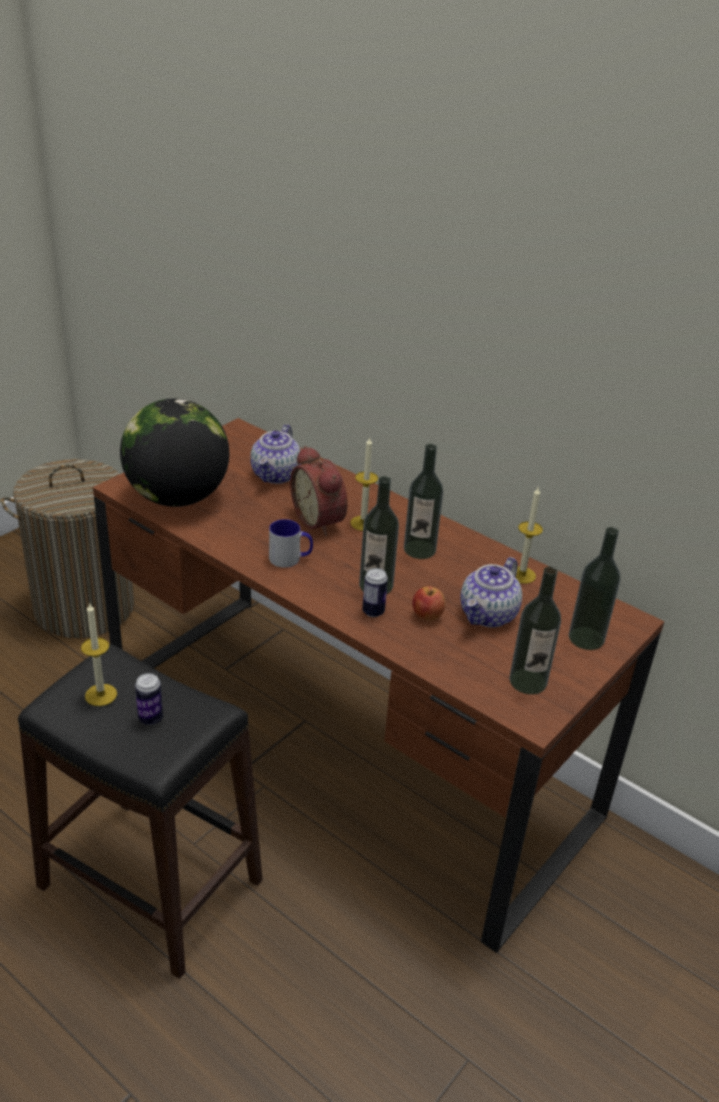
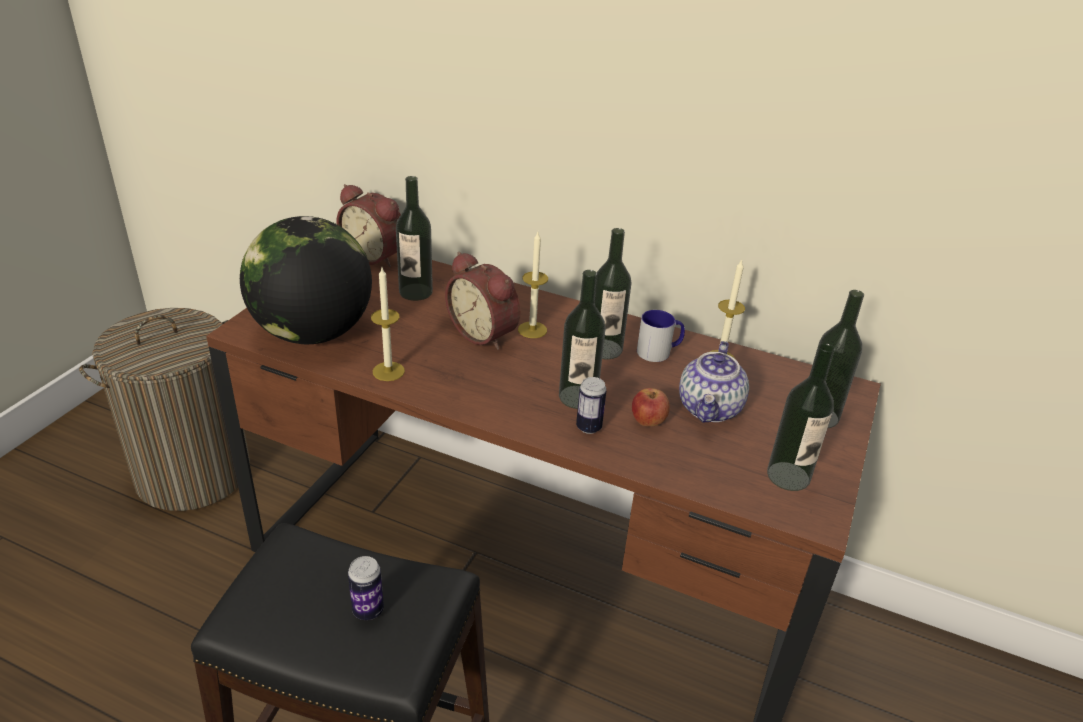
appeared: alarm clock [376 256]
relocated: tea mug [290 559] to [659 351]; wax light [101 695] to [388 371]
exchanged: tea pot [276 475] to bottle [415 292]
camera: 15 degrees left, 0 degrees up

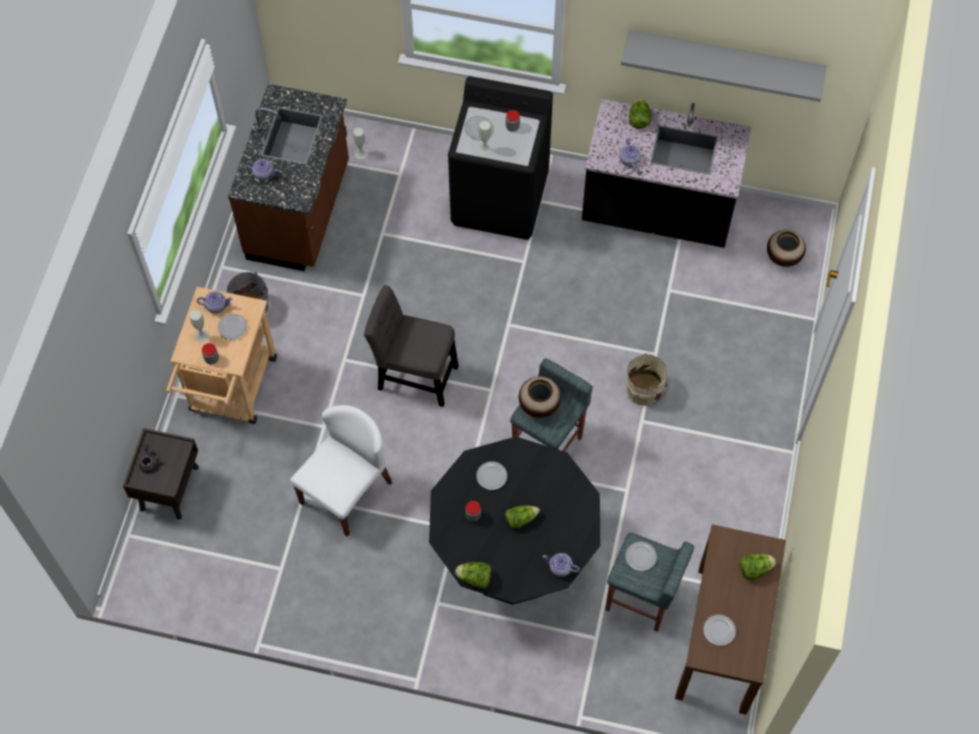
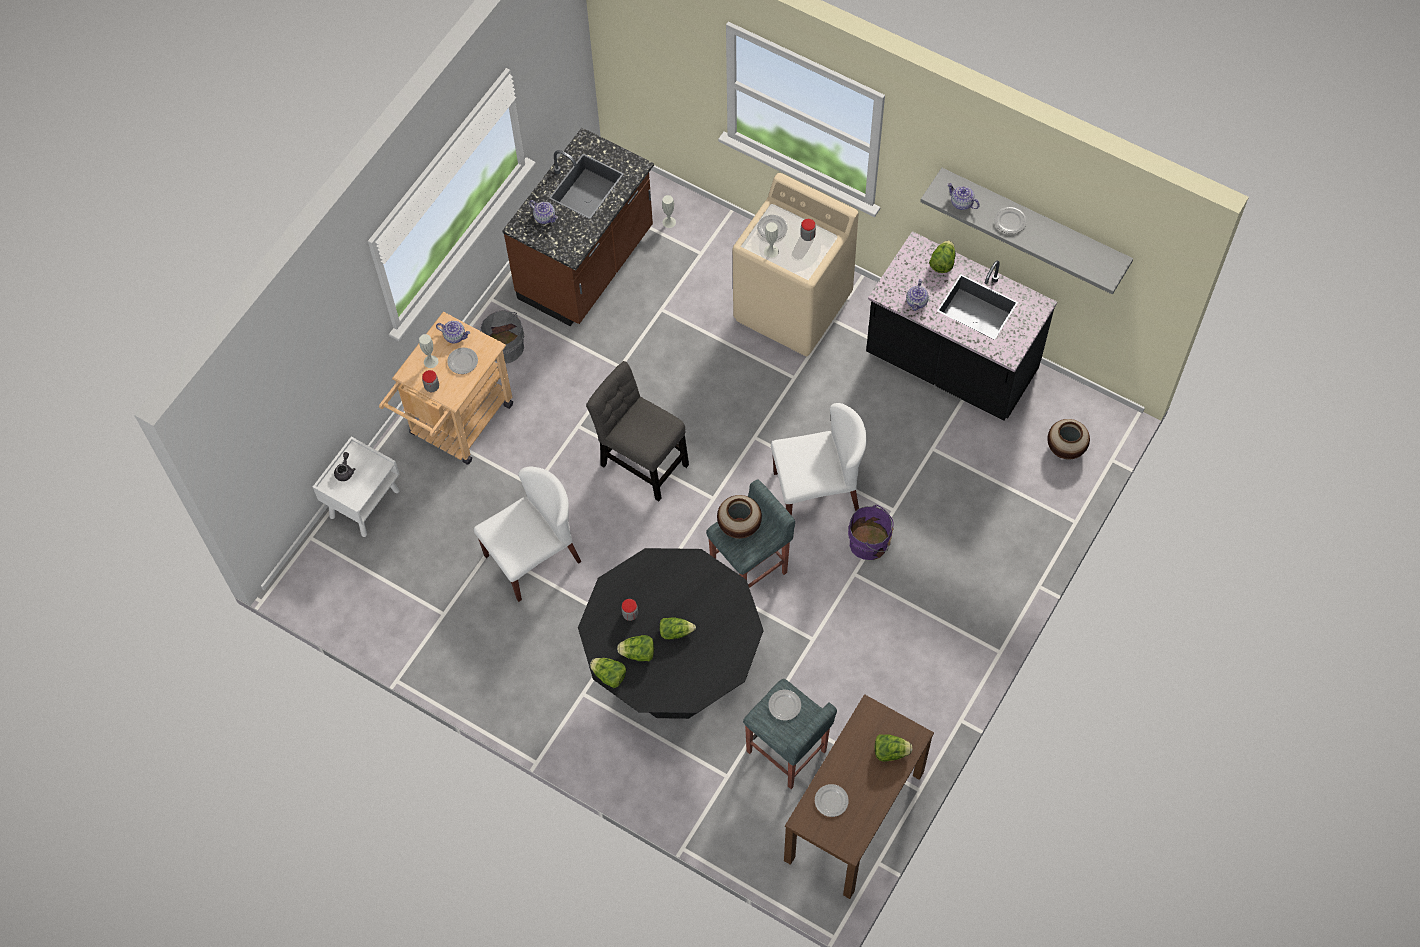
appeared: white-coloured upright chair [817 491]; lettuce head [638 653]
relocated: plate [491 476] to [1009 221]; tea pot [560 568] to [961 203]
colour: black washing machine [500 199] to beige-coloured washing machine [793 307]; beige-coloured pail [646 389] to purple-coloured pail [870 543]; brown night table [169 487] to white-coloured night table [365 503]
camera: 20 degrees right, 0 degrees up

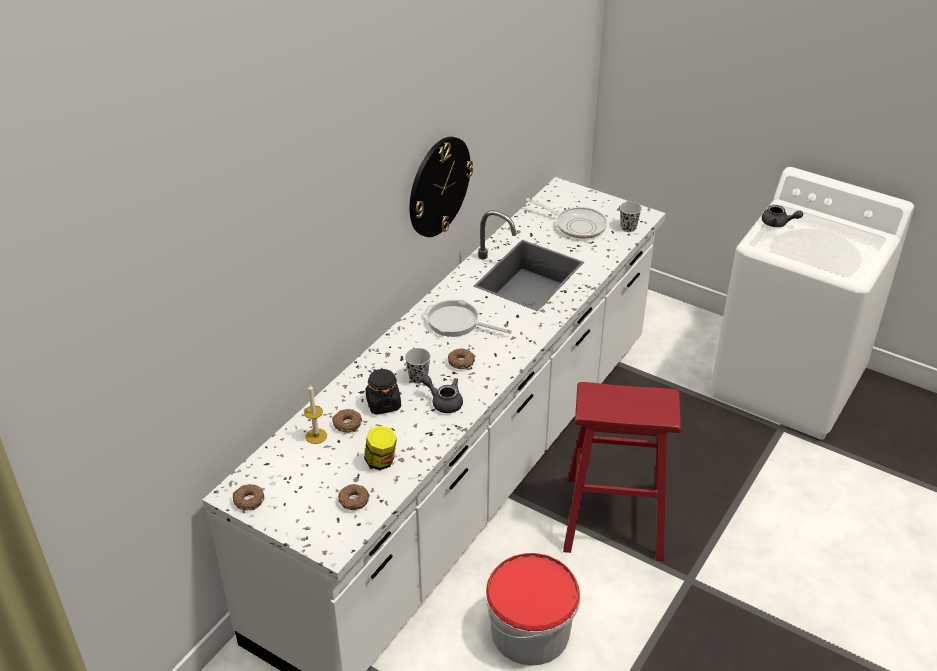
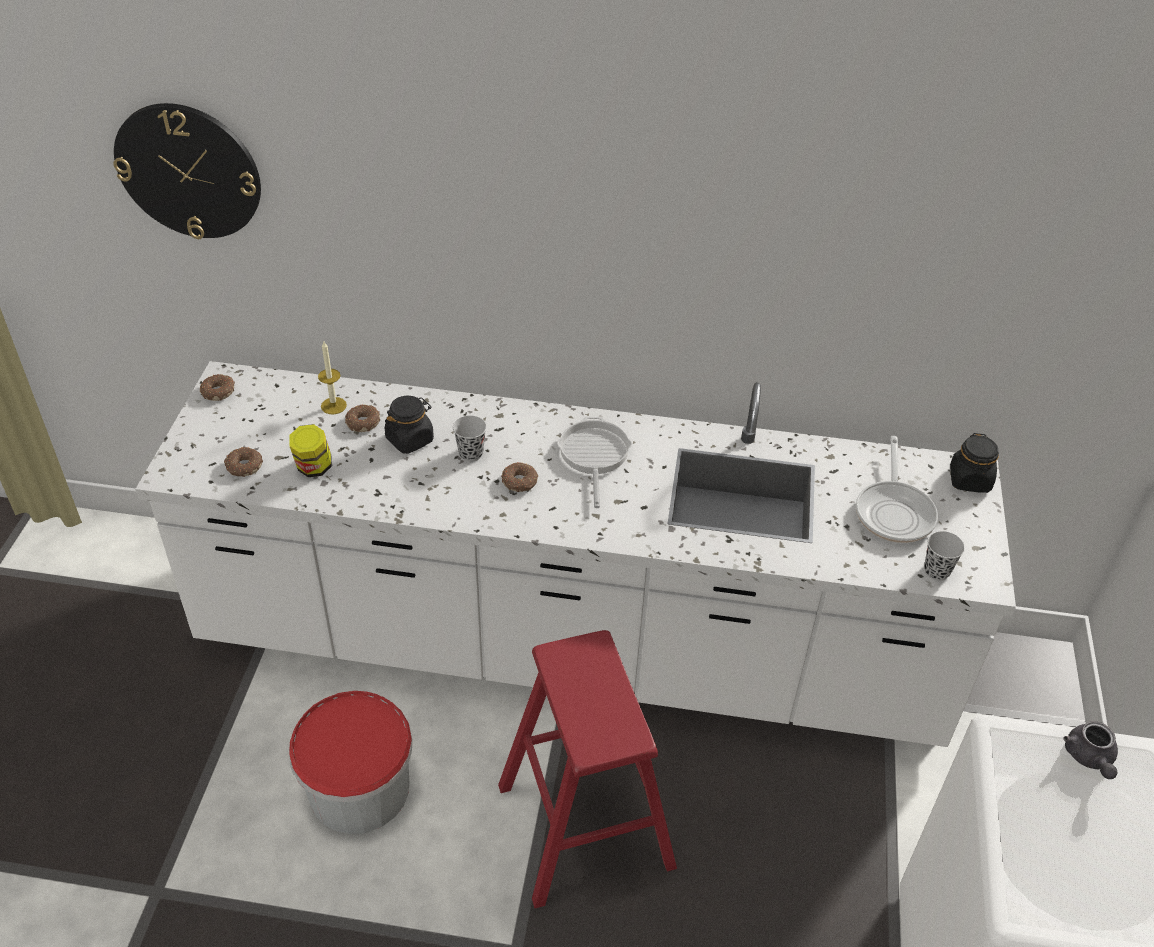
missing: grey tea pot [444 402]
appeared: black jar [970 480]
relocated: clock on the wall [438 186] to [189 171]
camera: 65 degrees right, 5 degrees up

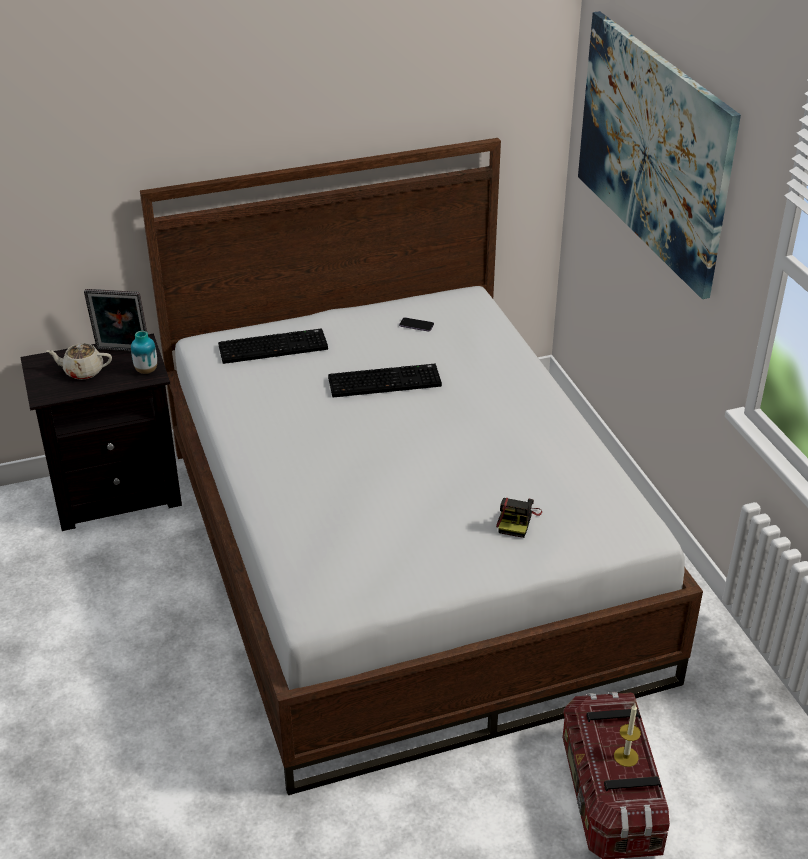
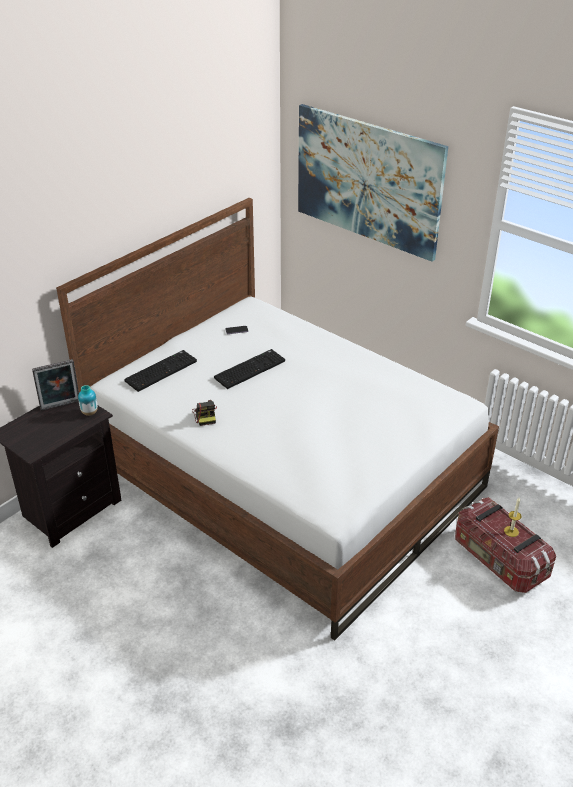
missing: beige-coloured tea pot [83 371]
relocated: still camera [517 520] to [205 415]
camera: 30 degrees left, 0 degrees up

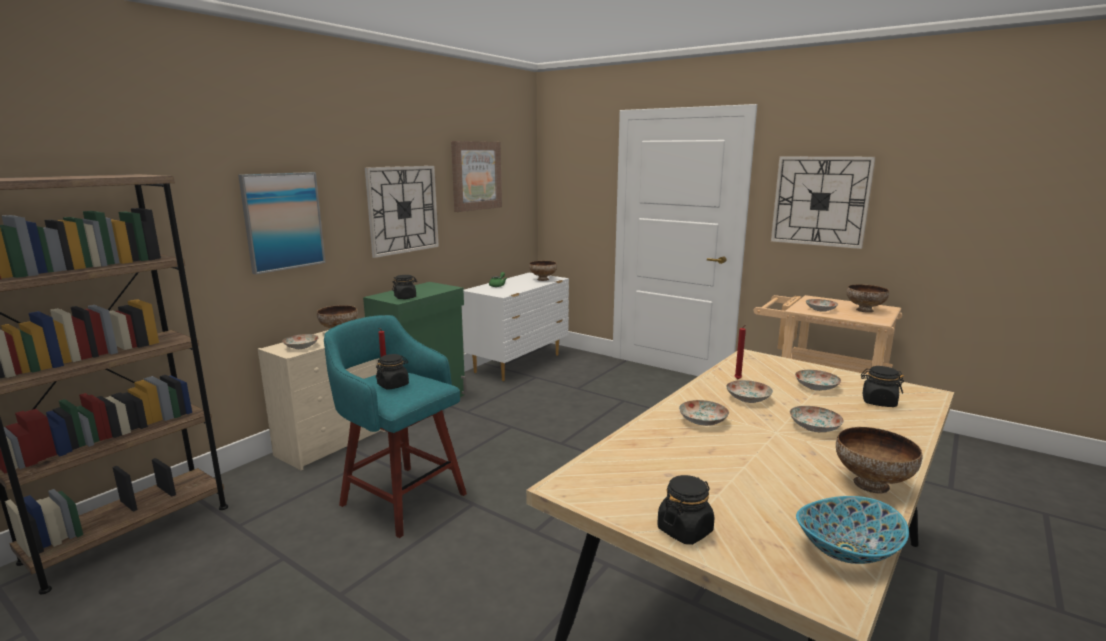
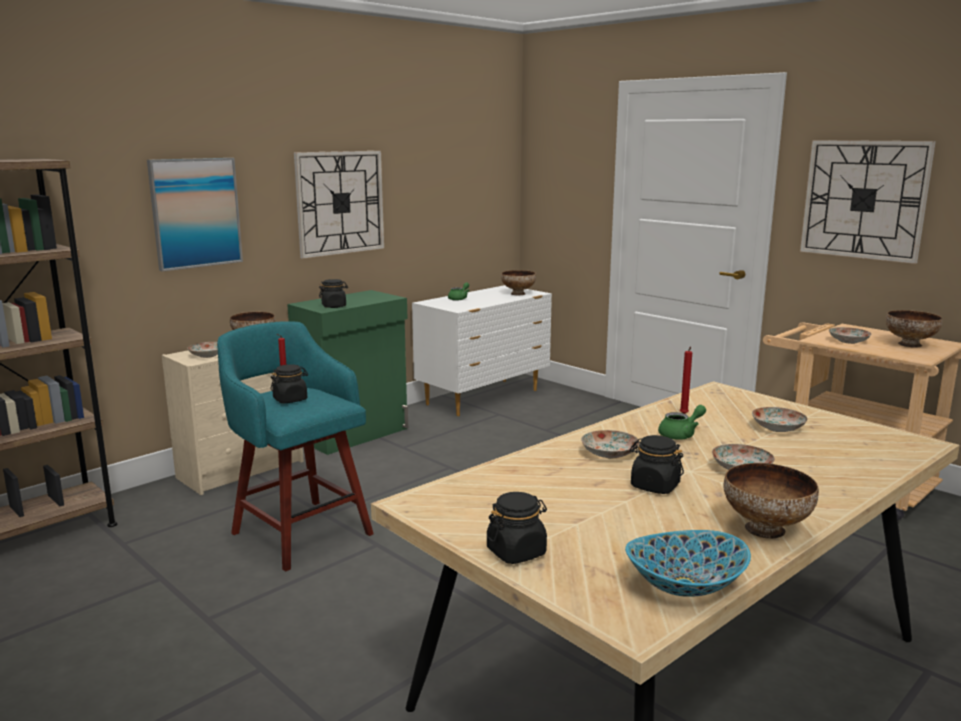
missing: picture [476 175]
relocated: black jar [878 402] to [654 486]
exchanged: plate [747 398] to green tea pot [681 435]
camera: 10 degrees right, 0 degrees up

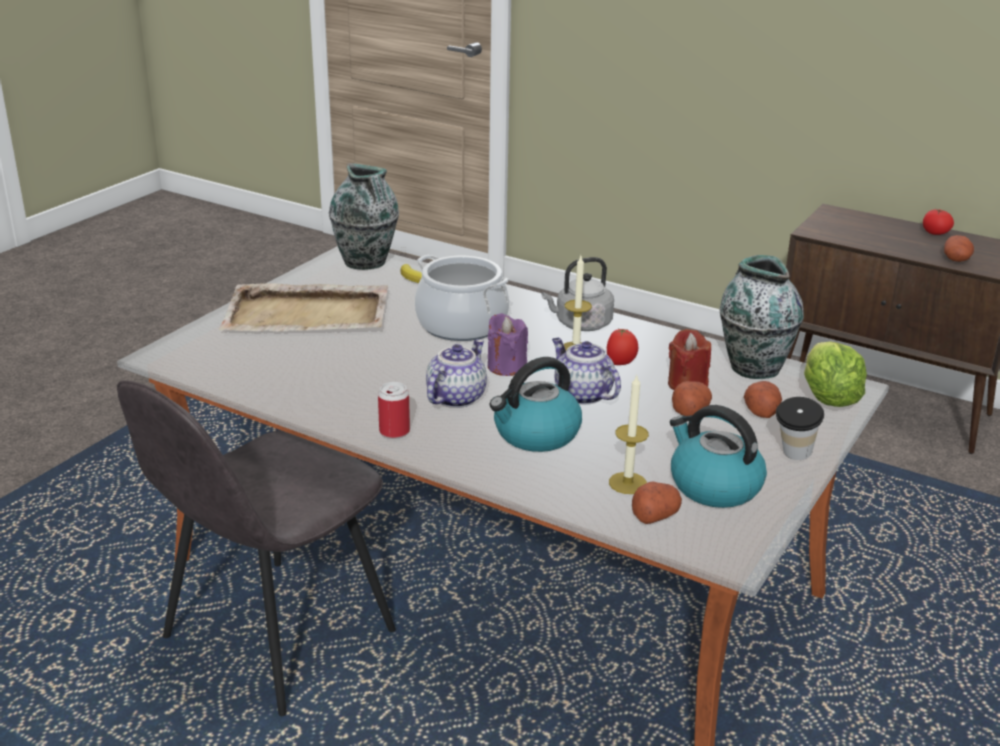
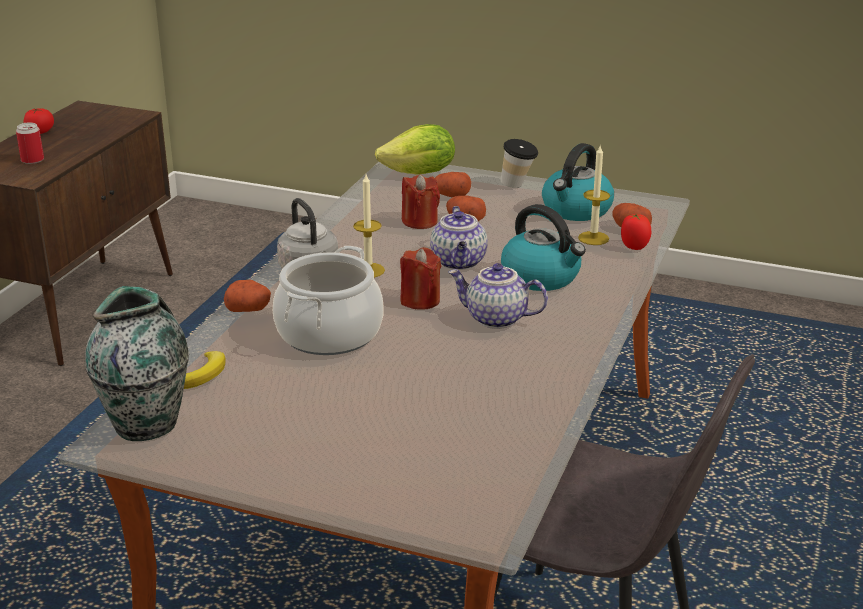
missing: flower vase [753 367]; beige-coloured tray [308 314]
relocated: spud [956 259] to [249 309]; whole tomato [621 363] to [634 247]; can [394 431] to [32 160]
colour: purple-coloured wax light [506 367] to red-coloured wax light [420 300]
spun: tea pot [581 394] = [459 262] 45 degrees counterclockwise
camera: 100 degrees left, 0 degrees up

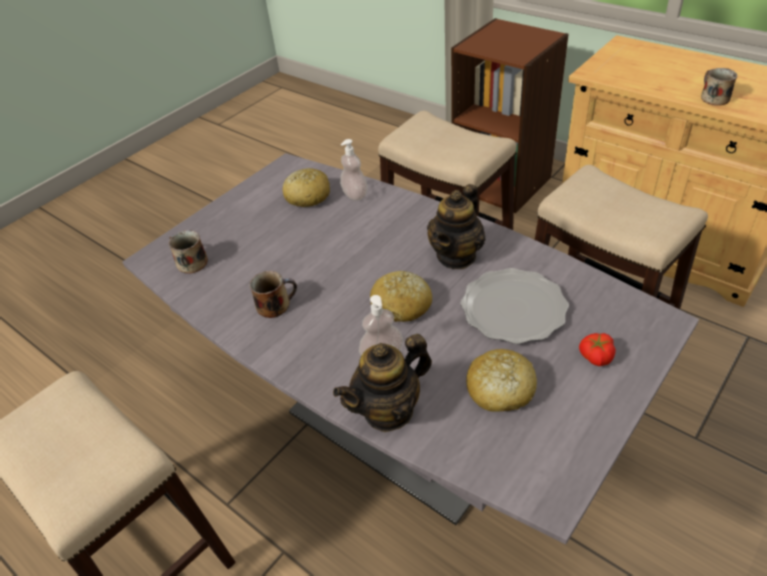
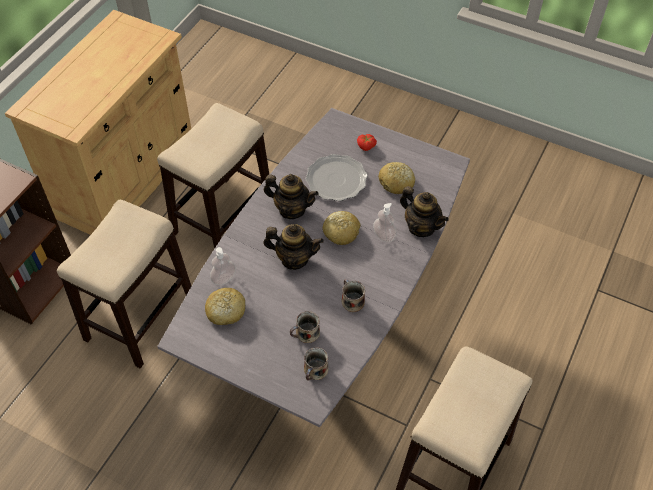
appeared: tea pot [294 259]
relocated: tea mug [713 98] to [306 334]
camera: 105 degrees left, 10 degrees up

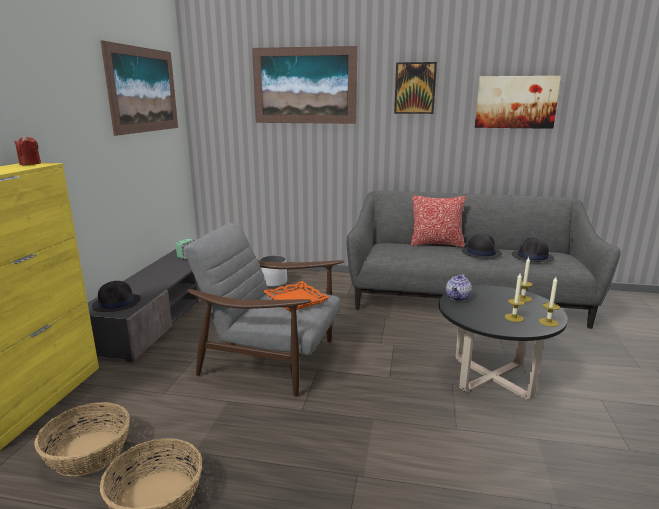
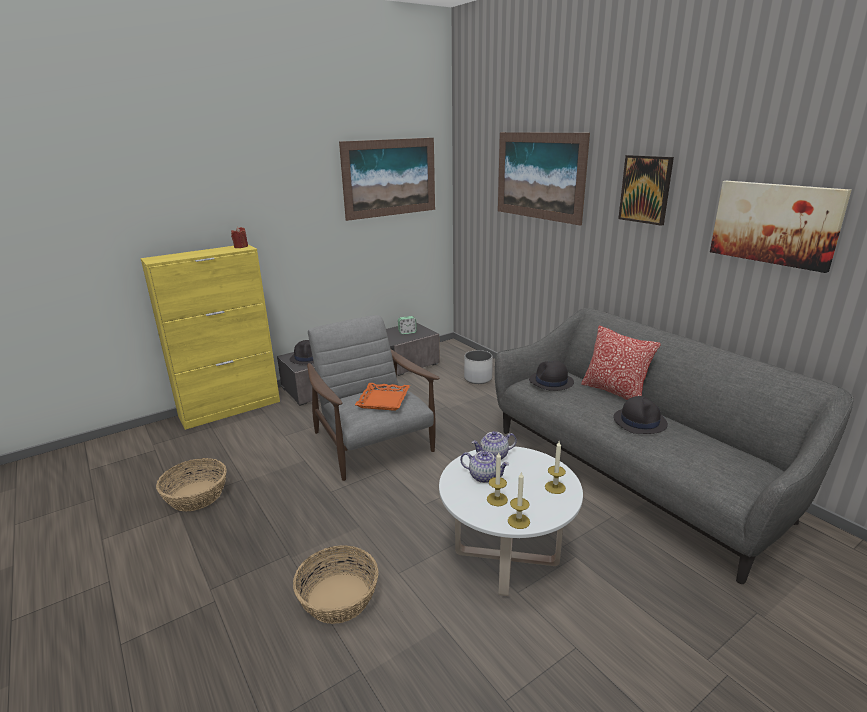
appeared: tea pot [484 476]
relocated: black wearable hat [532 257] to [551 382]; storage basket [89 453] to [339 598]
colour: black lounge table [492 377] to white-coloured lounge table [506 557]
camera: 45 degrees right, 5 degrees up

